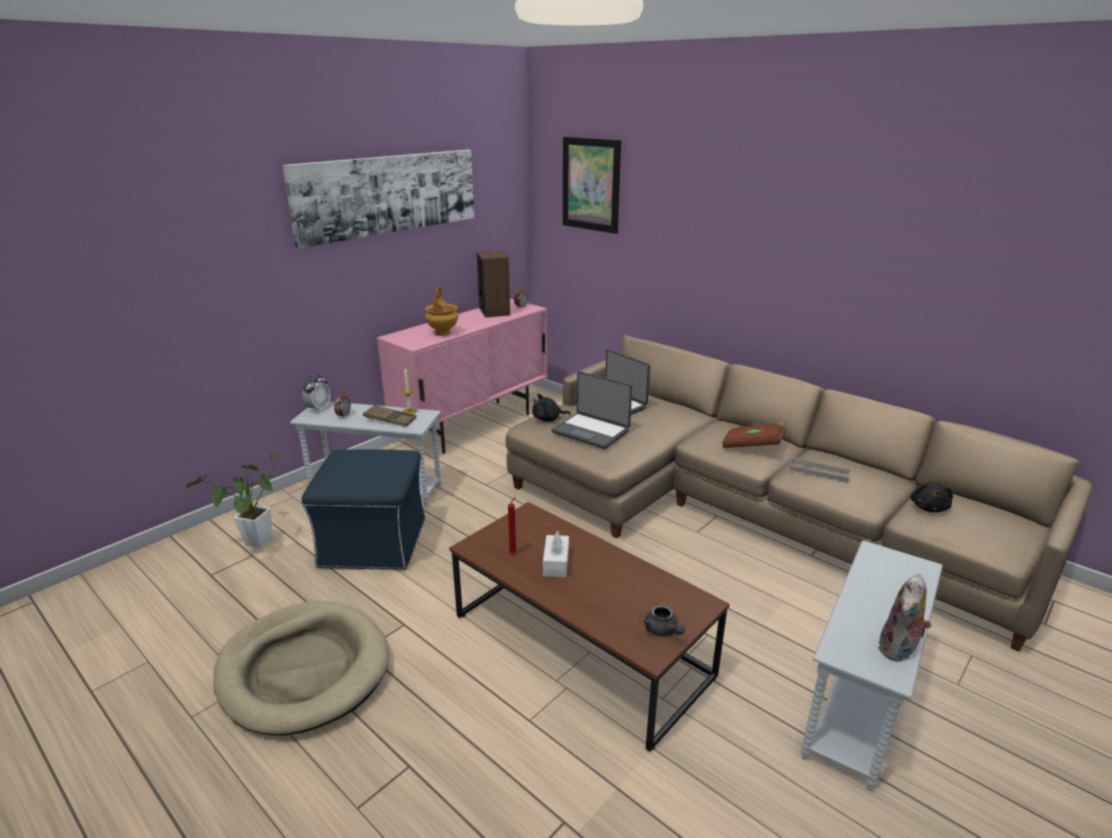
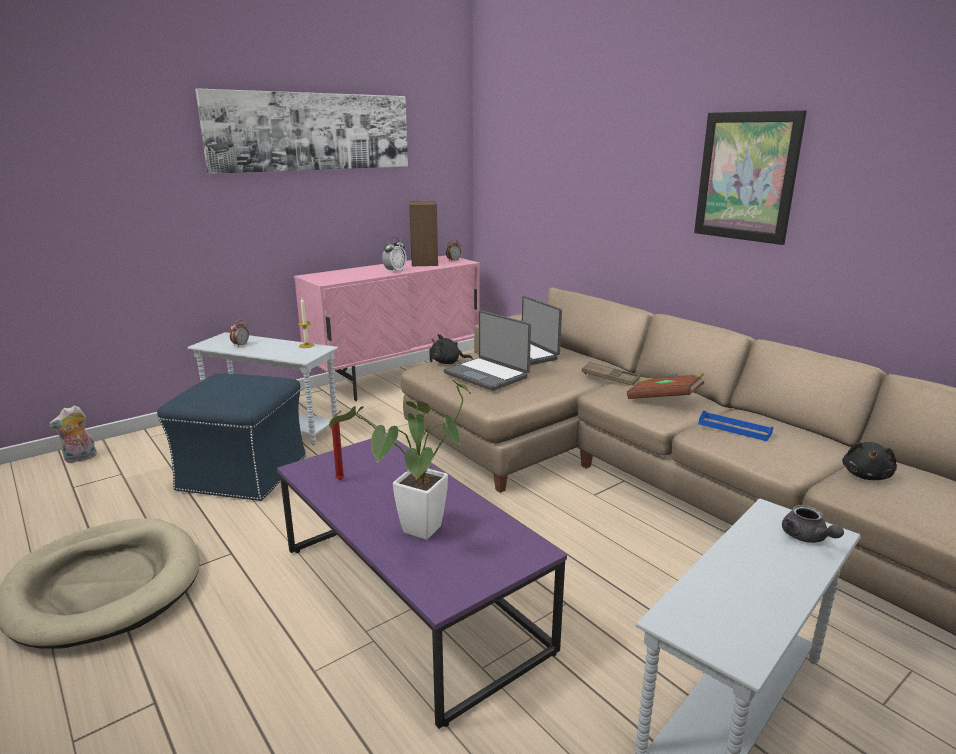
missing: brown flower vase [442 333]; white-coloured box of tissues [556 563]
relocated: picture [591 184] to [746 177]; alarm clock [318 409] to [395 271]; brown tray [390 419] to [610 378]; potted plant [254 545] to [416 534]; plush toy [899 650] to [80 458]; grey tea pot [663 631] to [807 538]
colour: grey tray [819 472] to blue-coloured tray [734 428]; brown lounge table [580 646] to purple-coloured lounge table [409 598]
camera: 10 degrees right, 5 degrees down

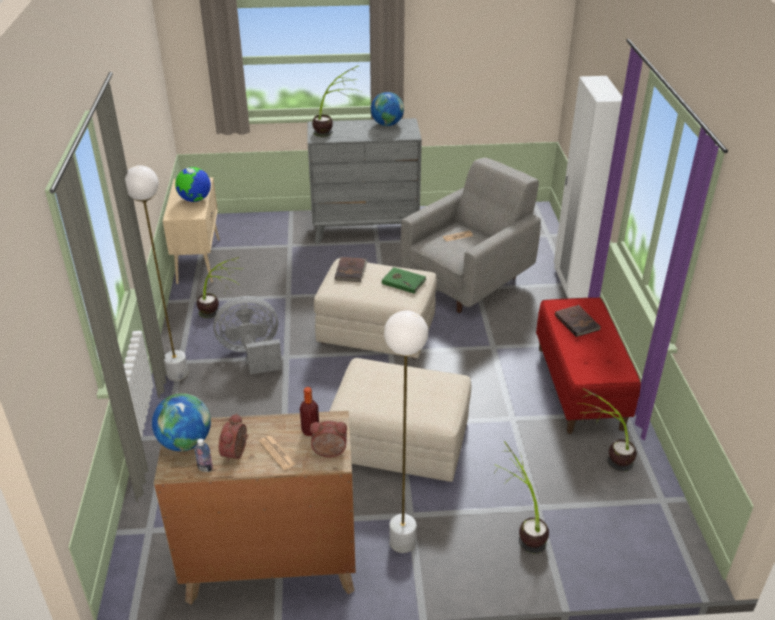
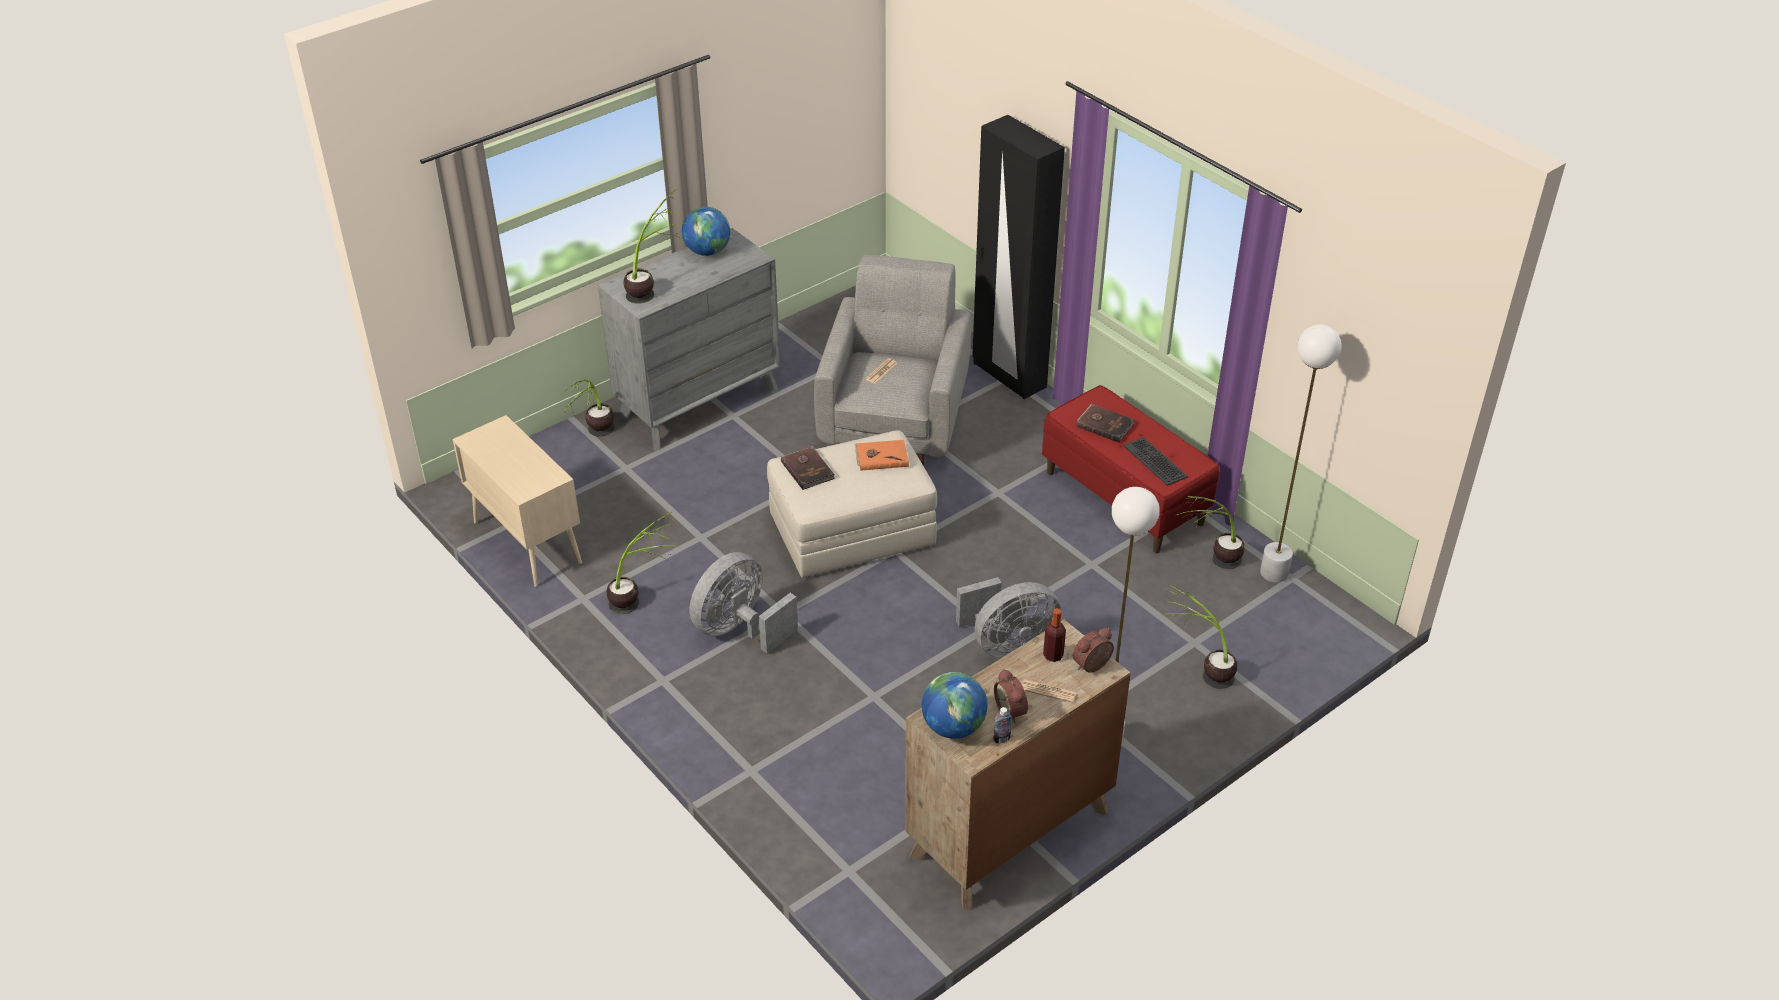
missing: globe [195 200]
appeared: potted plant [595 438]; computer keyboard [1155 461]
relocated: white-coloured standard lamp [177 374] to [1273 573]
exchanged: beige-coloured ottoman [401 442] to grey fan [1007 645]
colour: white-coloured armoire [571 283] to black armoire [1008 375]; green volume [403 281] to orangey volume [881 456]
camera: 35 degrees left, 5 degrees up

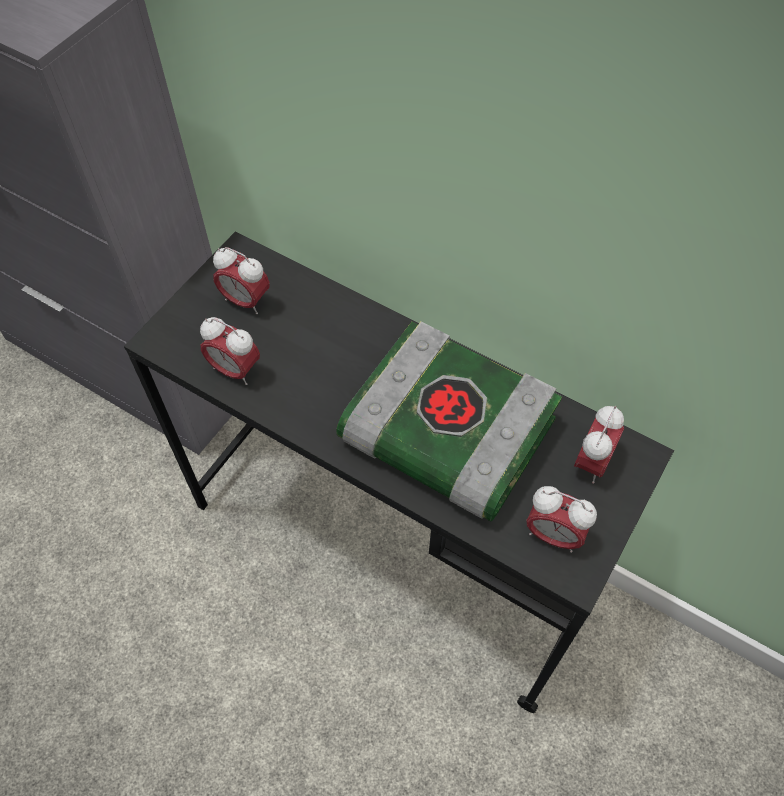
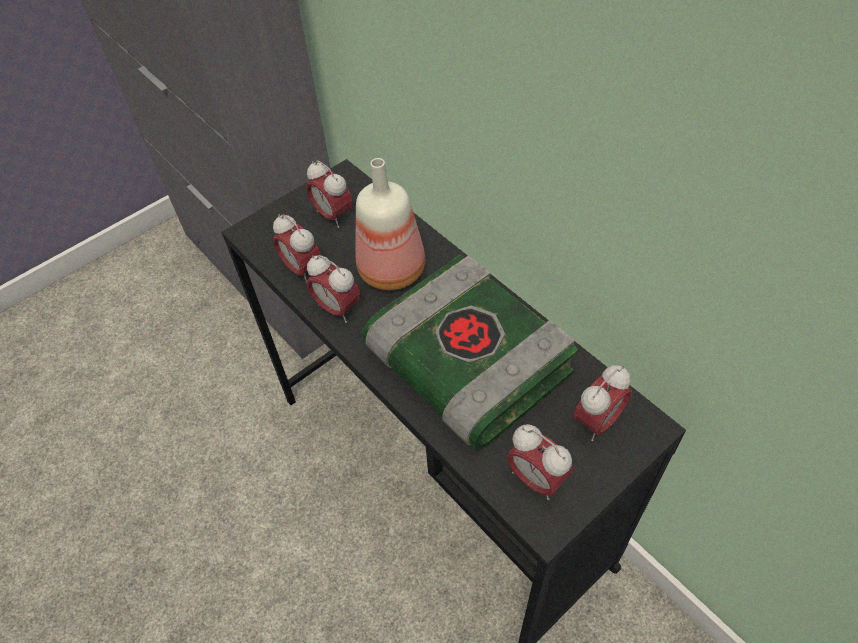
appeared: bottle [393 269]; alarm clock [337 309]
camera: 20 degrees right, 5 degrees down

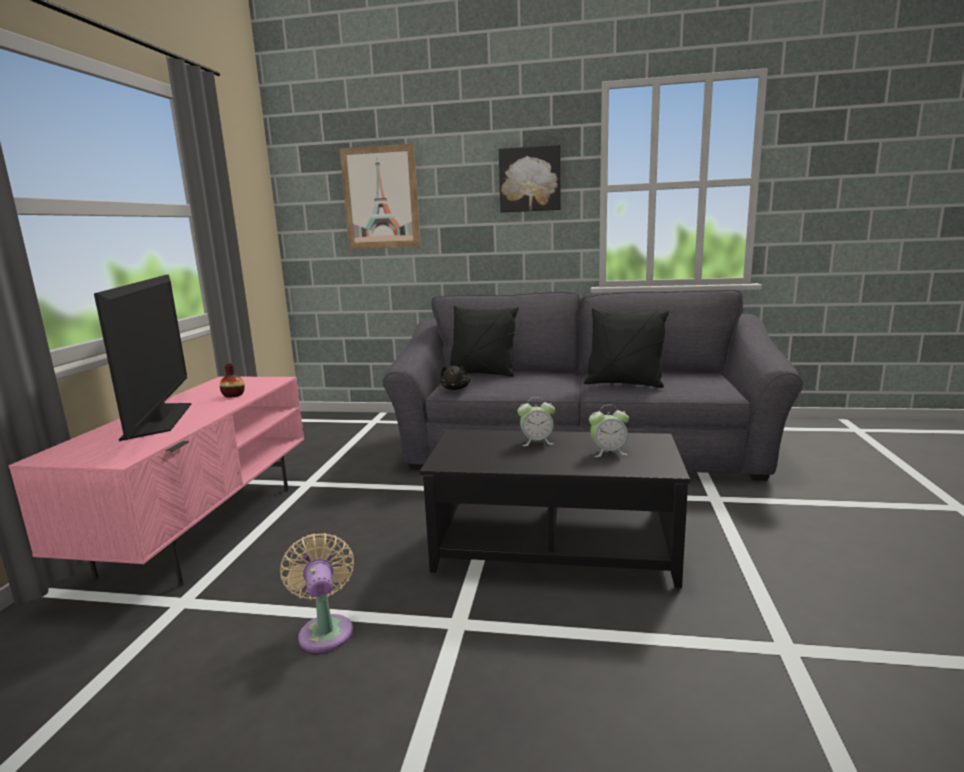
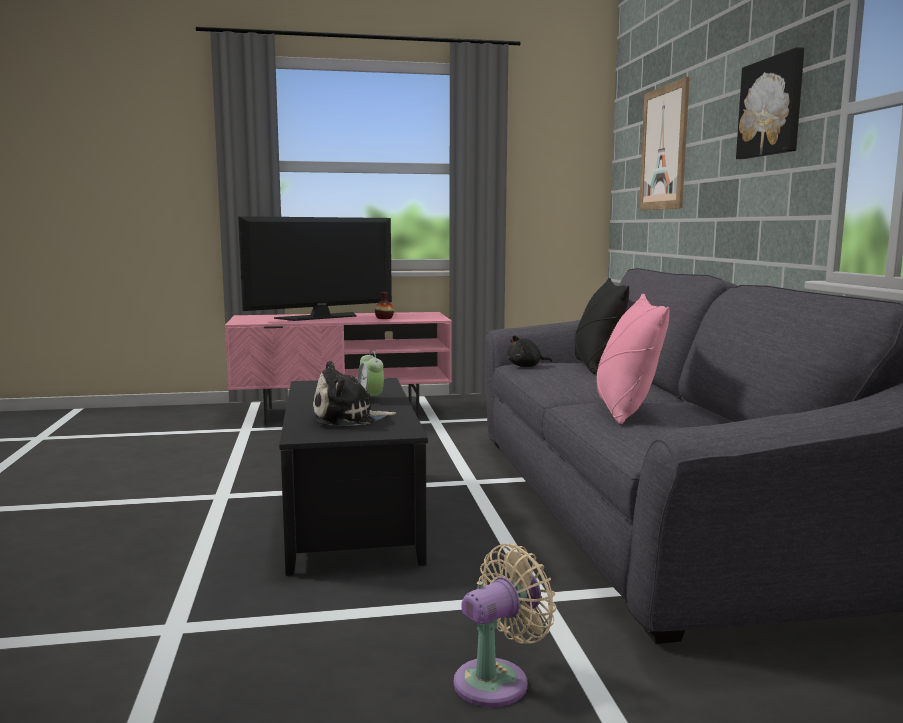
relocated: beige-coloured fan [325 630] to [497 680]
exchanged: alarm clock [608 452] to plush toy [348 418]
colour: black cushion [624 384] to pink cushion [625 411]
camera: 70 degrees right, 5 degrees down

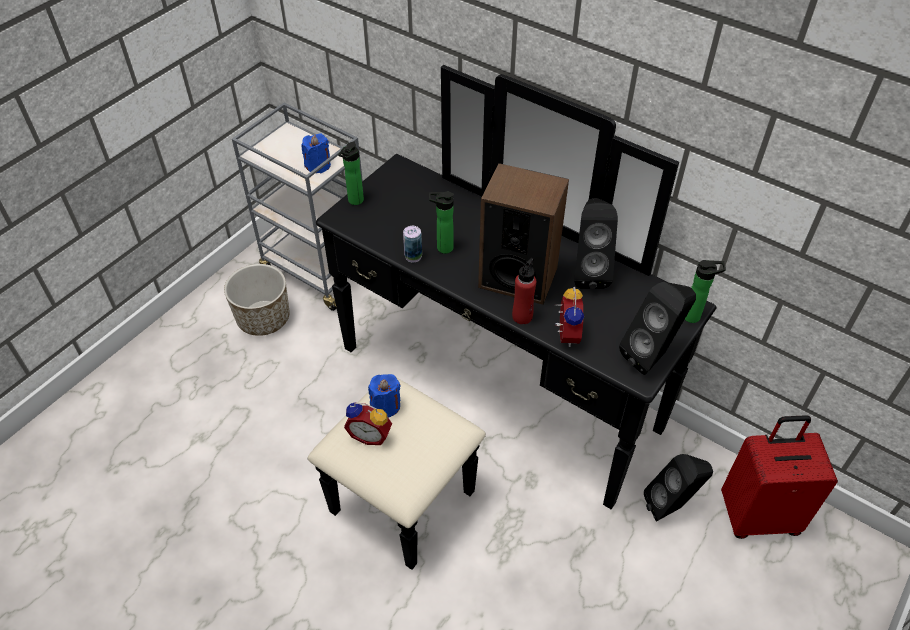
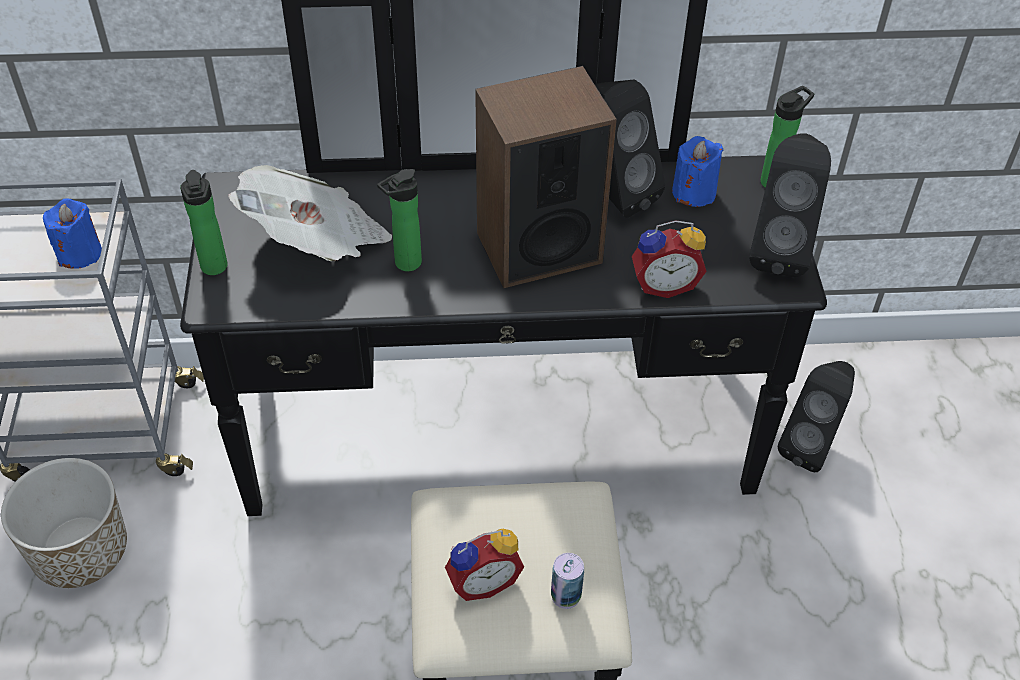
missing: red-coloured bottle [522 316]; red-coloured suitcase [758 515]
appeared: newspaper [317 242]
relocated: can [413 256] to [566 596]; blue-coloured wax light [386 405] to [694 192]
spun: alarm clock [565 334] = [664 284] 120 degrees clockwise
camera: 40 degrees left, 0 degrees up

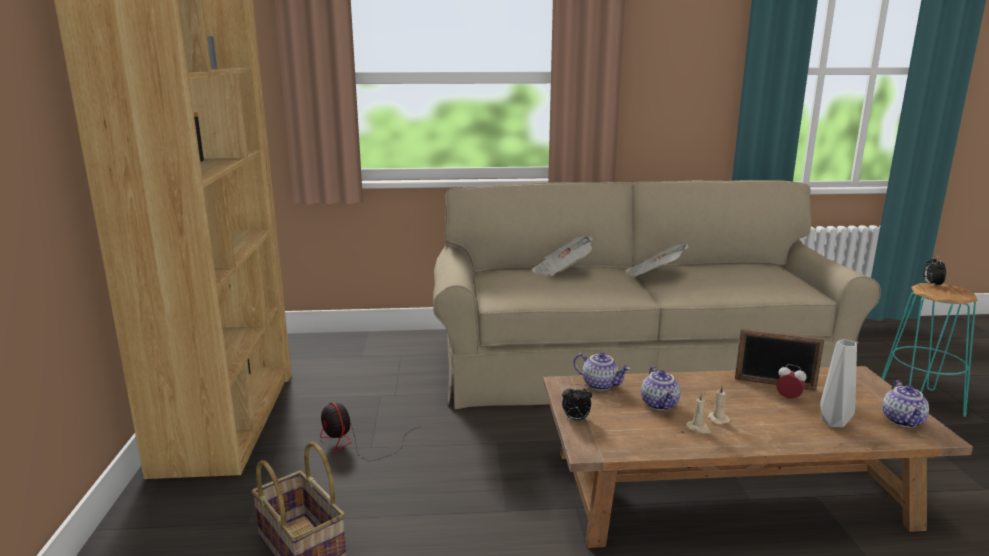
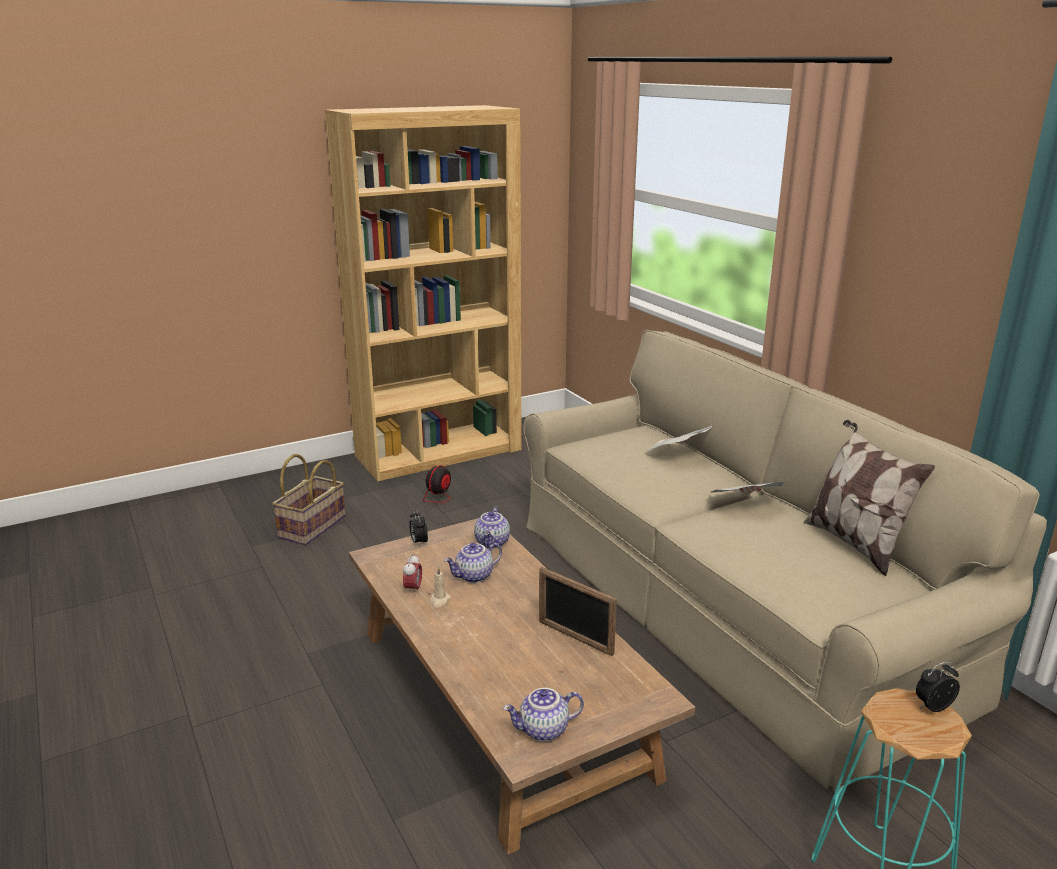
missing: grey flower vase [832 422]; beige-coloured wax light [717 419]
appeared: cushion [855 543]
relocated: alarm clock [788 398] to [413 589]
spun: standing frame [774 384] = [575 638] 45 degrees counterclockwise
camera: 65 degrees right, 5 degrees up

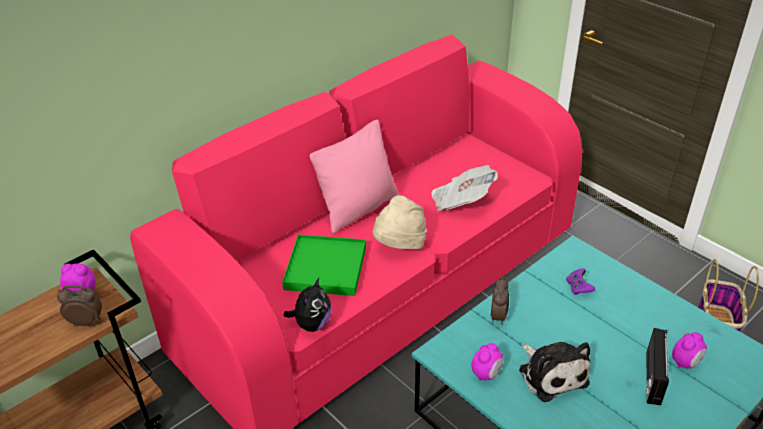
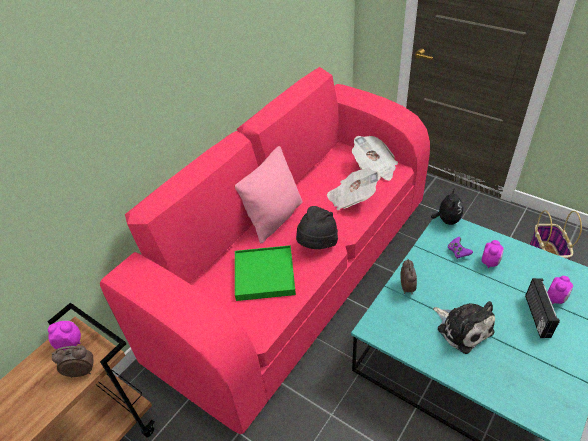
appeared: newspaper [374 168]
relocated: plush toy [312 324] to [446 220]; alarm clock [486 374] to [490 262]
colour: beige-coloured wearable hat [399 246] to black wearable hat [317 244]
camera: 10 degrees left, 5 degrees up

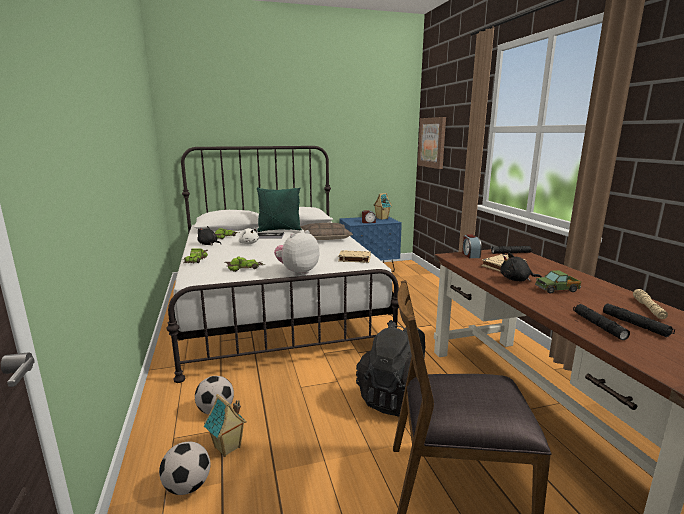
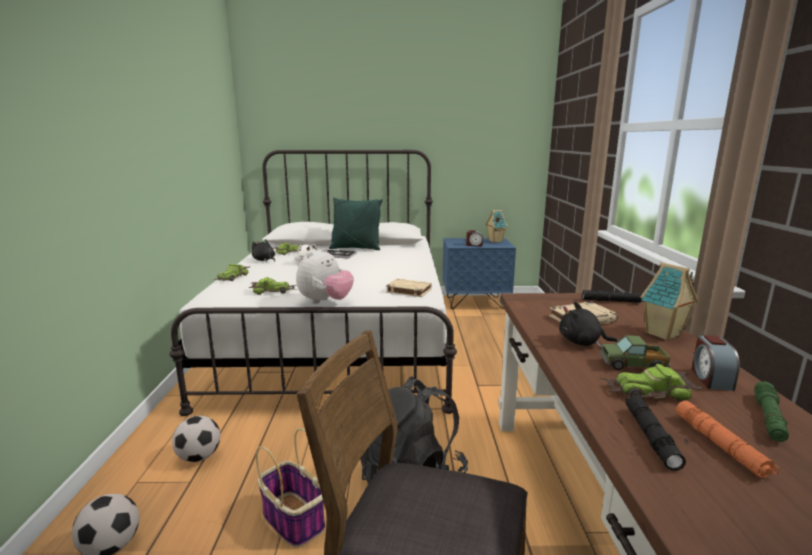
missing: picture [432 142]; cushion [325 237]
appeared: miniature car [648 392]; storage basket [292 519]
relocated: alarm clock [470 255] to [710 378]; model house [227 448] to [663 334]
colour: beige-coloured flashlight [648 309] to green flashlight [769 418]; black flashlight [635 325] to orangey flashlight [719 445]
spun: plush toy [297 272] = [325 302] 150 degrees clockwise
camera: 15 degrees right, 0 degrees up

